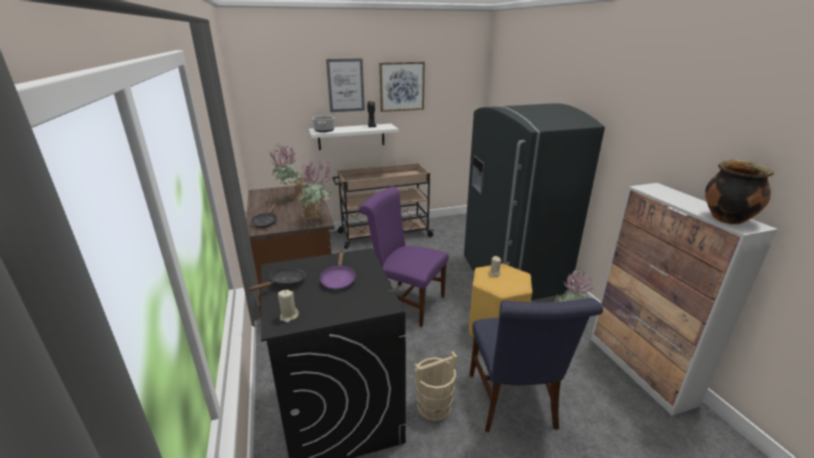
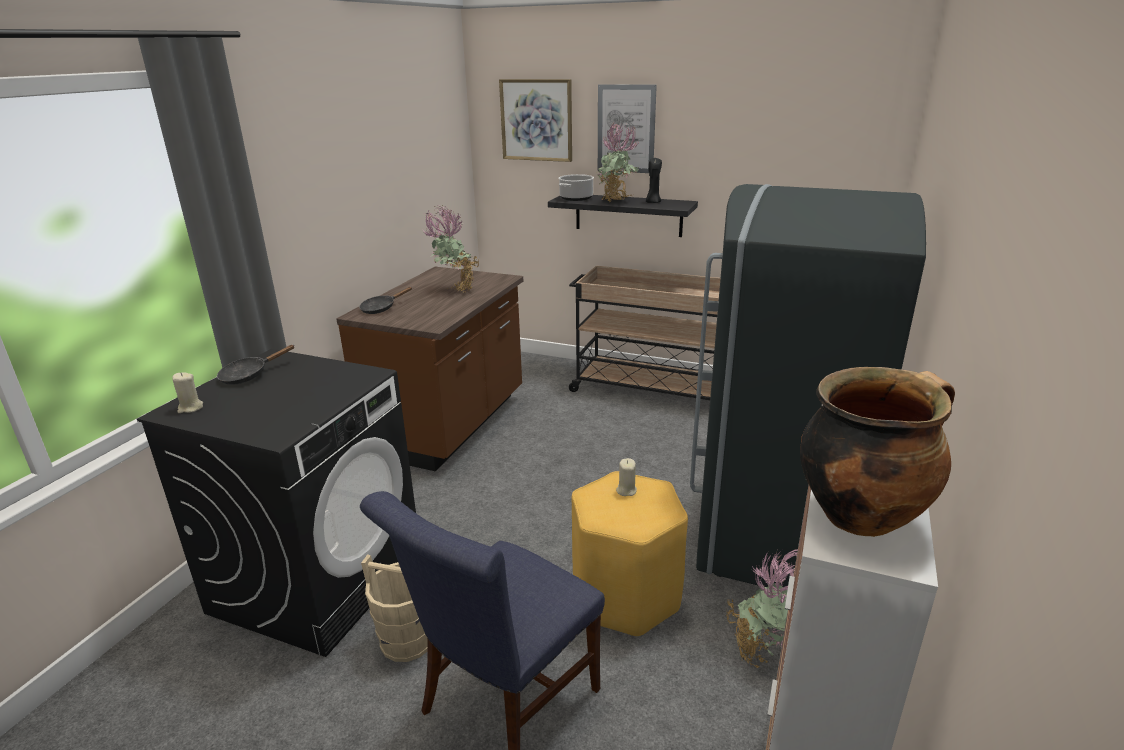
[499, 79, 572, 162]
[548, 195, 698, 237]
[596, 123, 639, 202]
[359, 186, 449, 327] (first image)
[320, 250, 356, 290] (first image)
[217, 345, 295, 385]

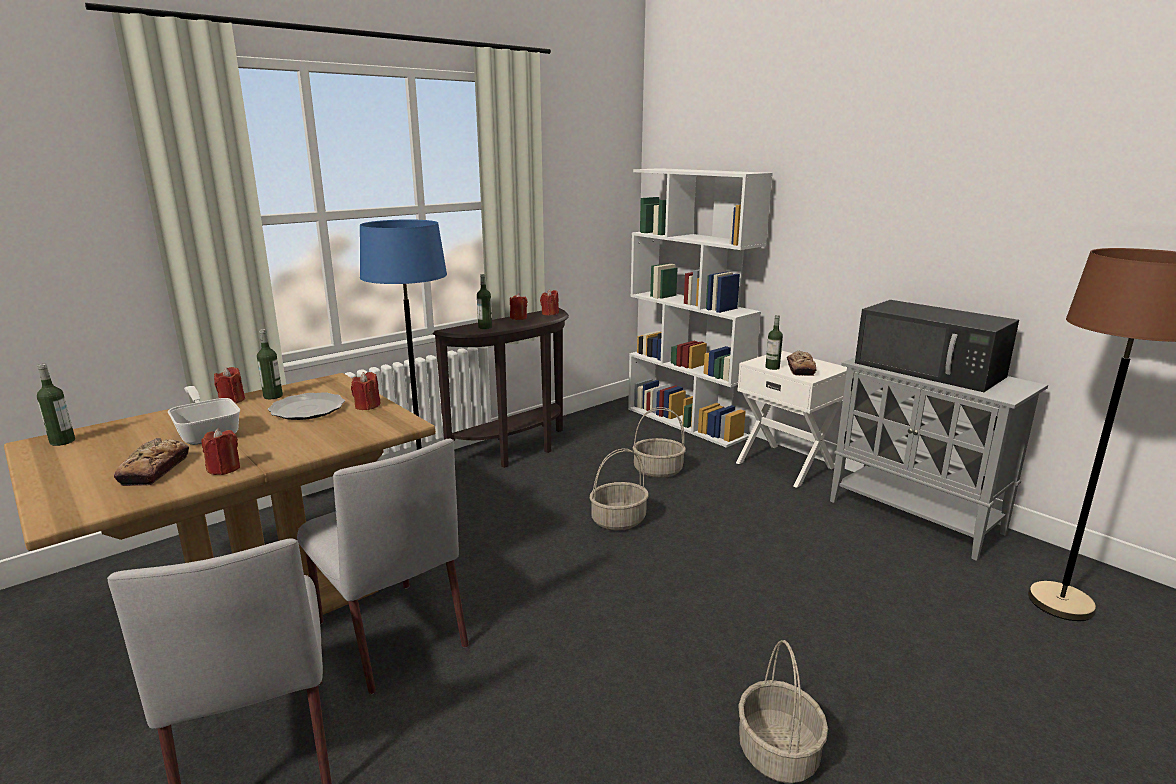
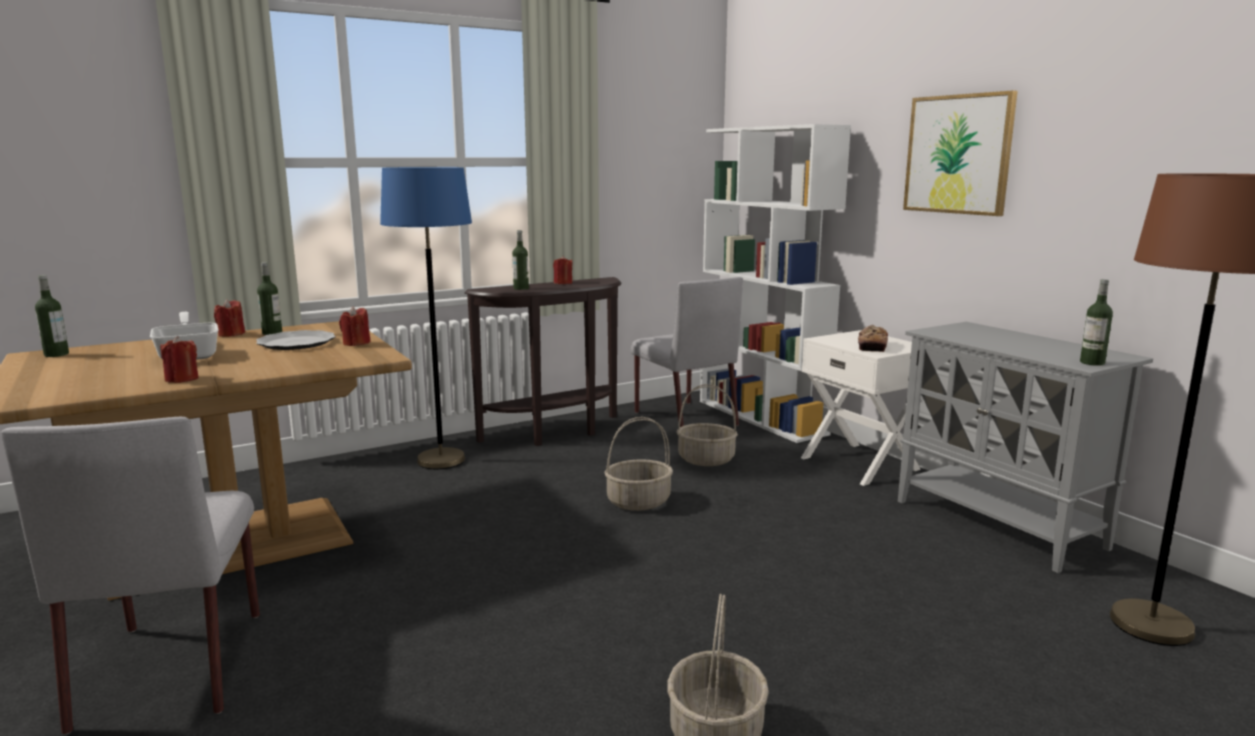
[540, 289, 559, 315] (first image)
[855, 300, 1019, 392] (first image)
[1080, 279, 1113, 366]
[114, 438, 189, 486] (first image)
[631, 277, 743, 427]
[903, 90, 1018, 216]

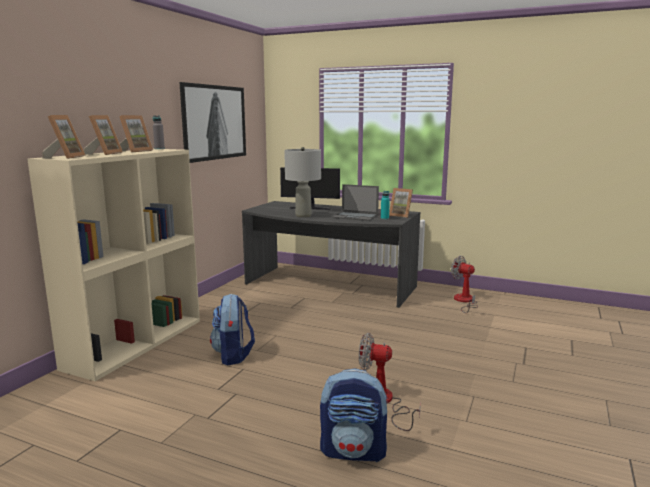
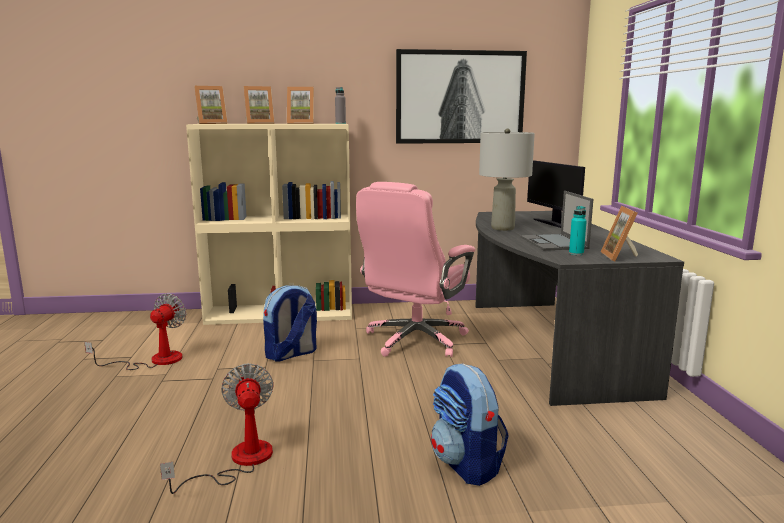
[84, 293, 186, 370]
[431, 364, 509, 486]
[356, 182, 475, 357]

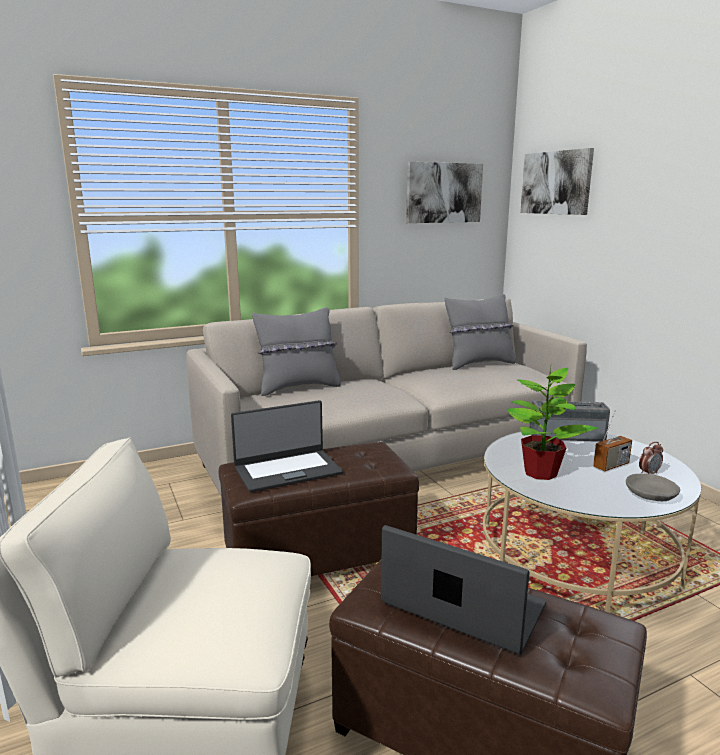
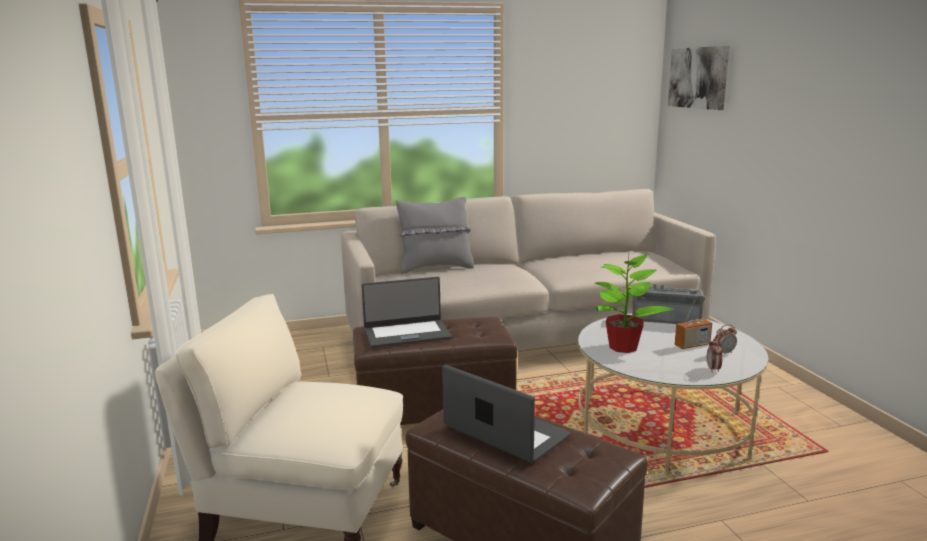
[406, 162, 483, 223] (first image)
[445, 294, 516, 370] (first image)
[707, 338, 722, 372]

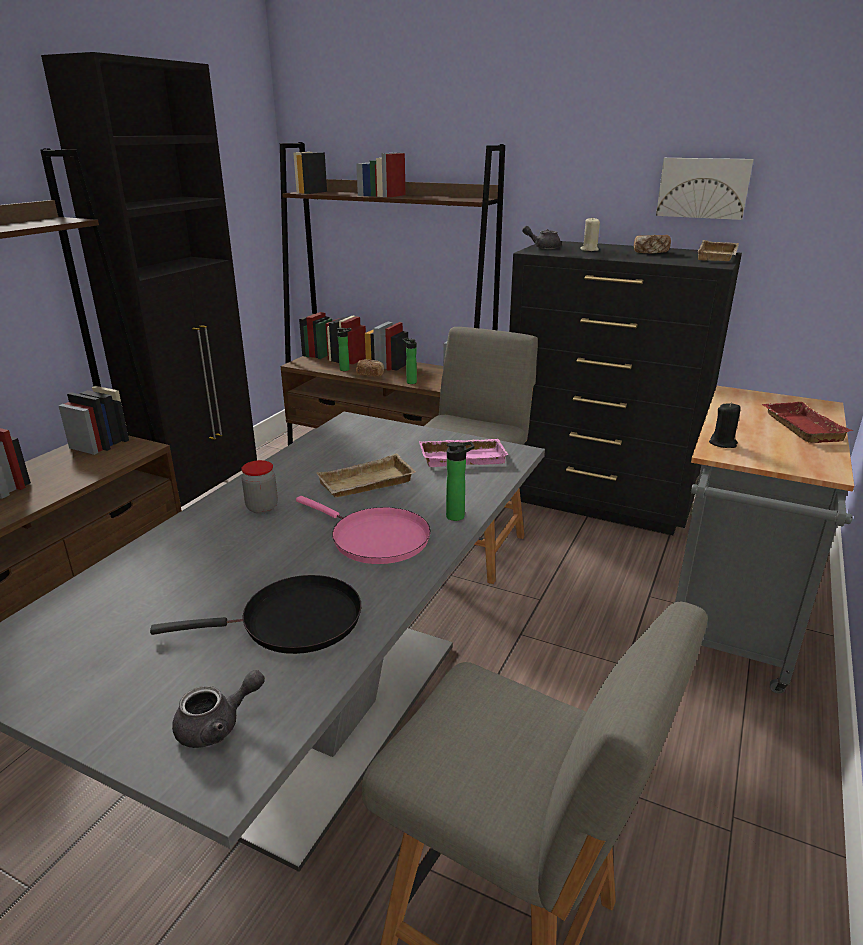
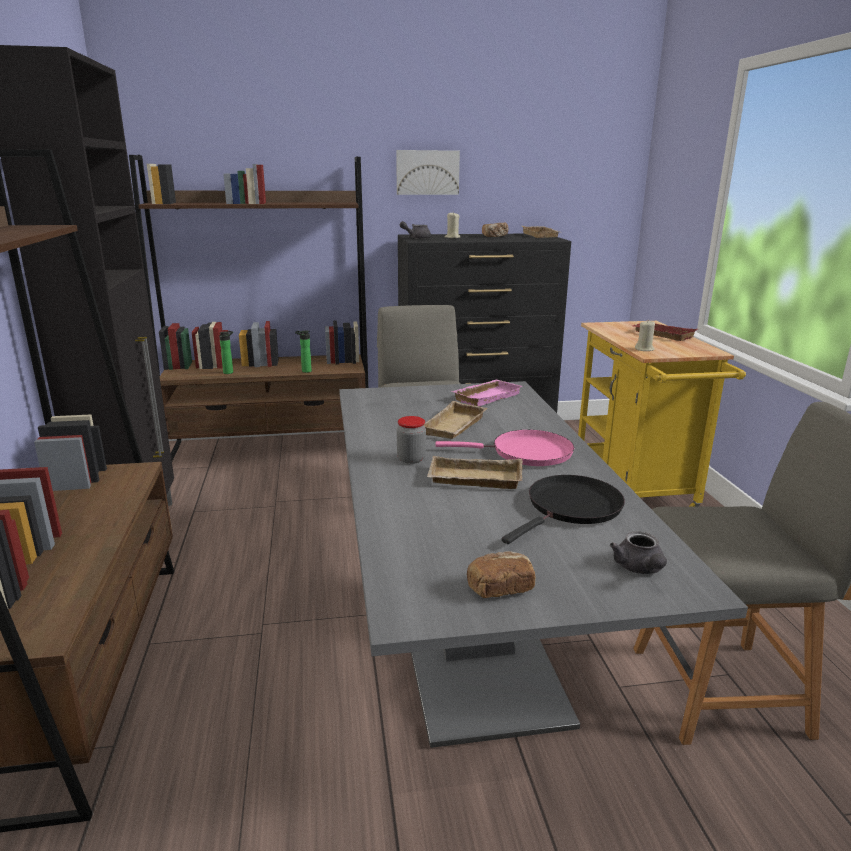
[396, 150, 460, 195]
[467, 551, 535, 598]
[578, 321, 746, 507]
[635, 320, 655, 351]
[446, 441, 475, 521] (first image)
[610, 531, 667, 574]
[427, 456, 523, 489]

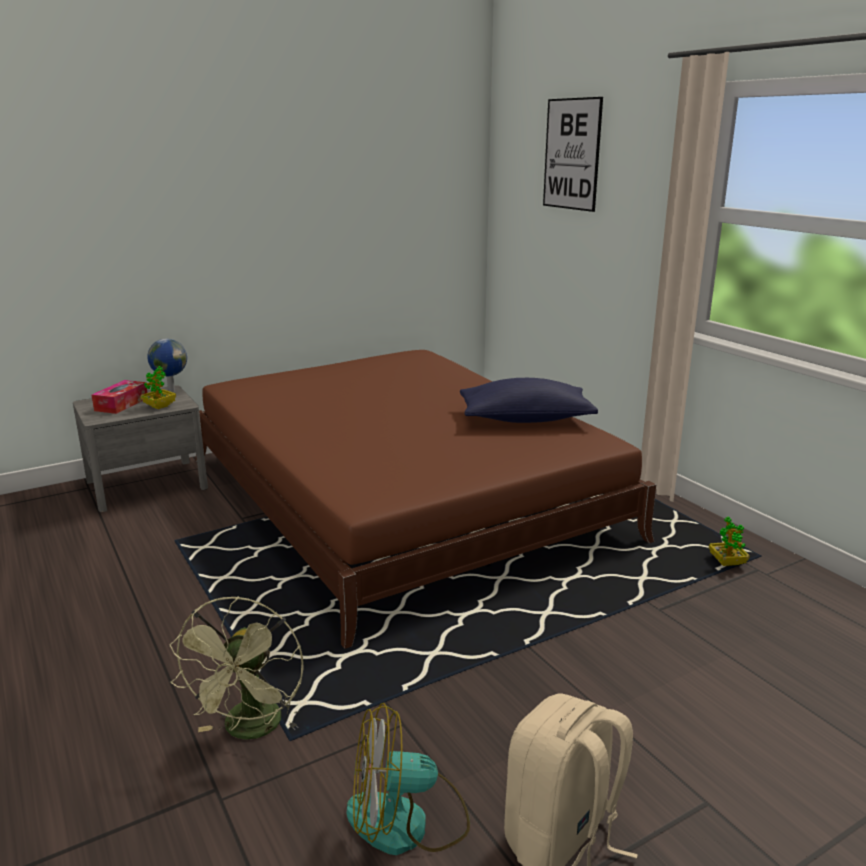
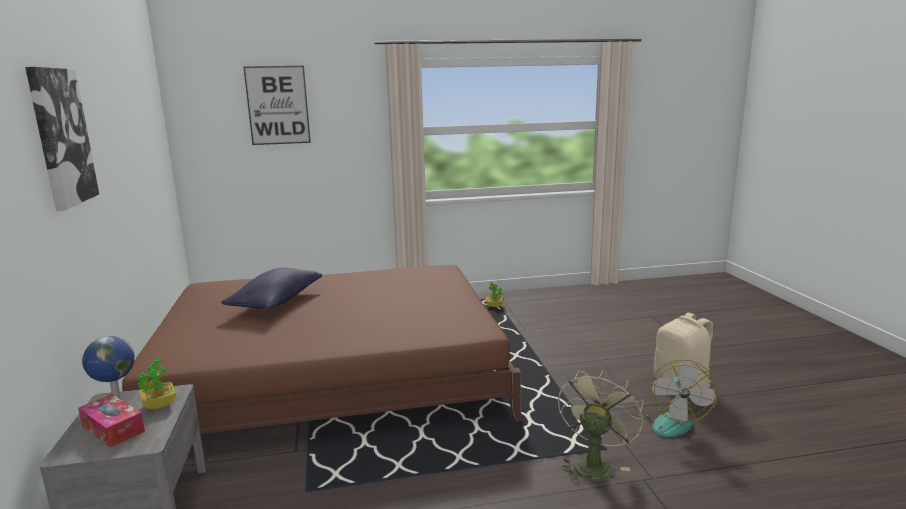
[221, 268, 322, 310]
[558, 369, 643, 484]
[25, 67, 99, 211]

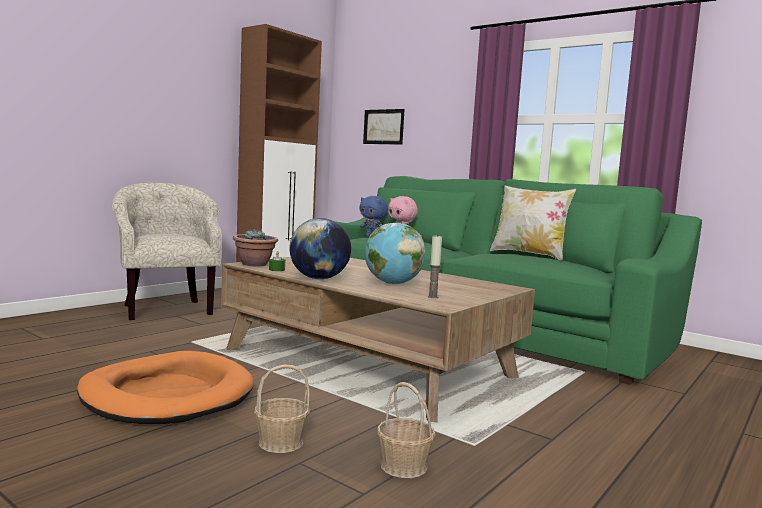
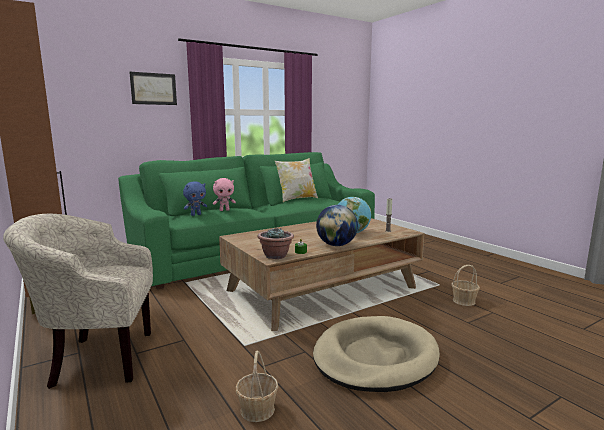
[129, 72, 177, 105]
[313, 316, 440, 392]
[236, 350, 279, 422]

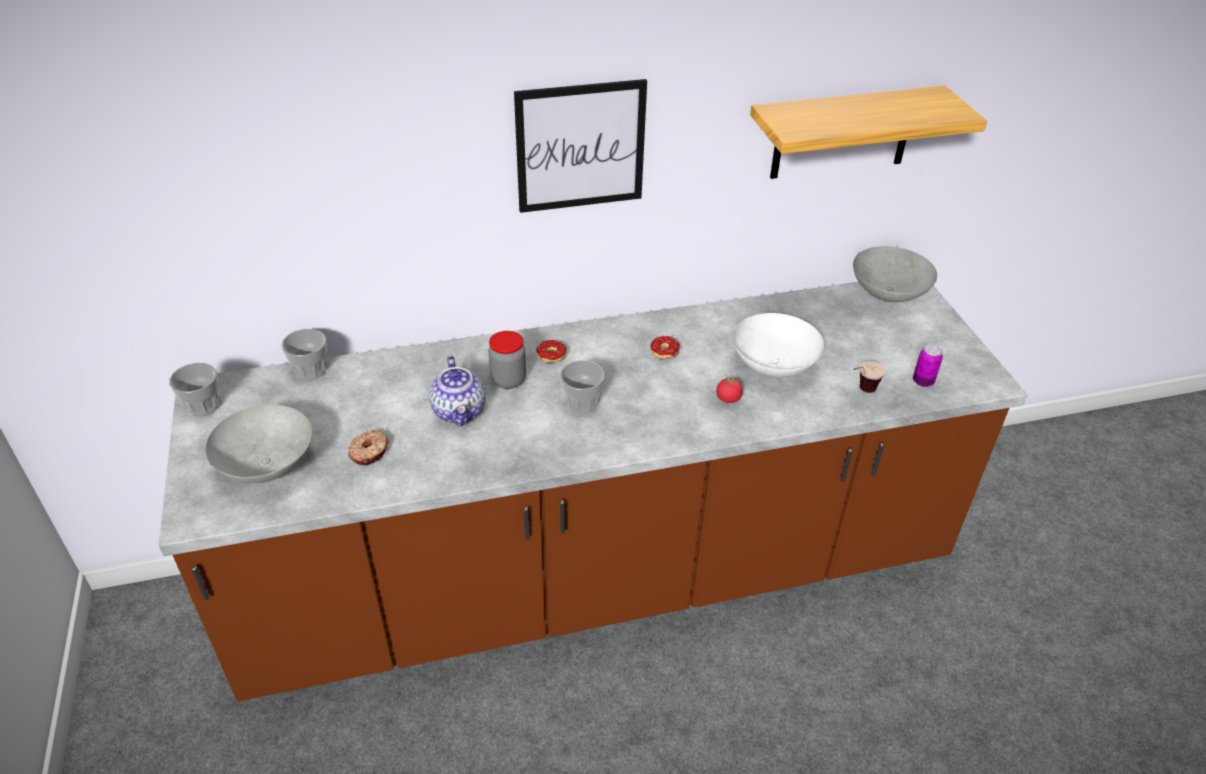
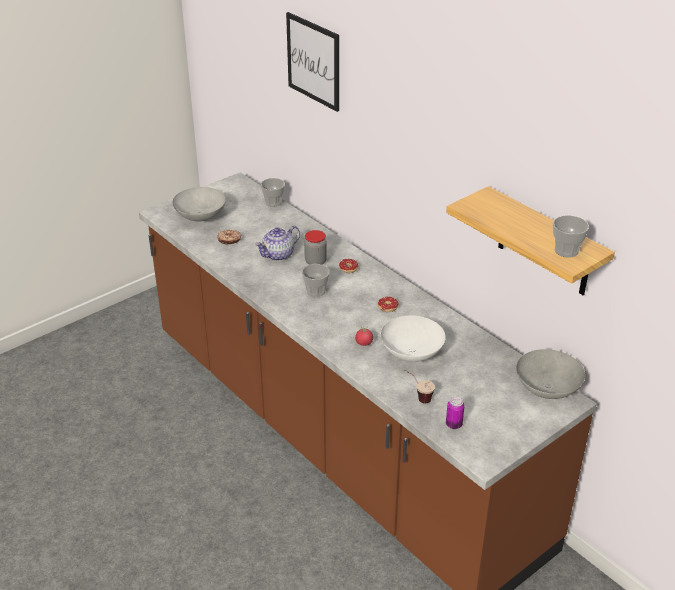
[286, 12, 339, 112]
[553, 215, 589, 257]

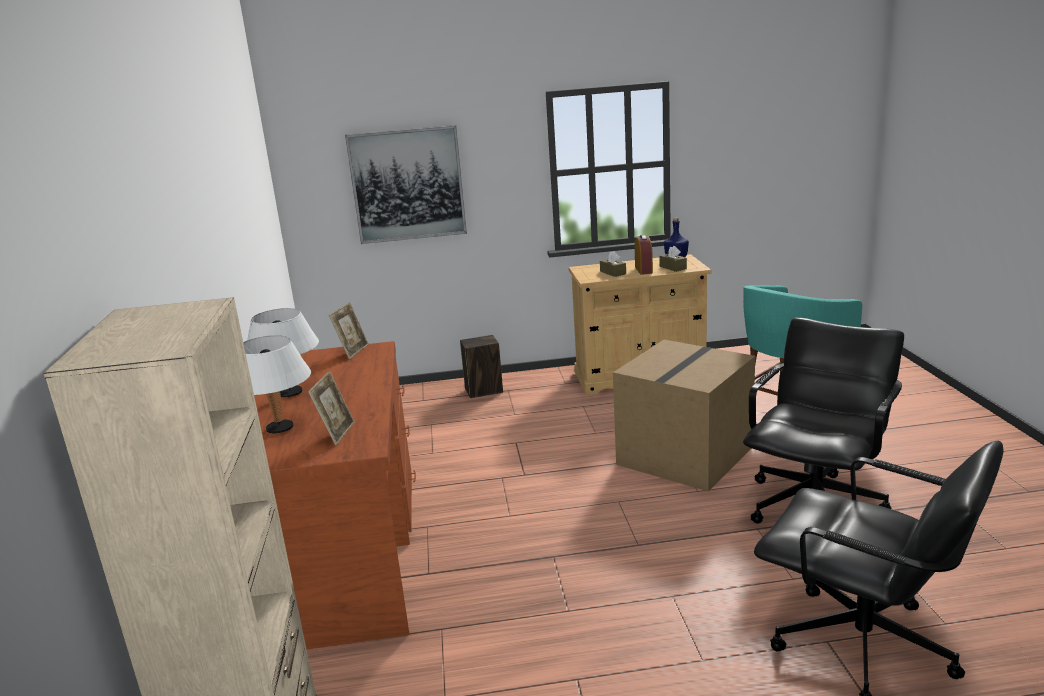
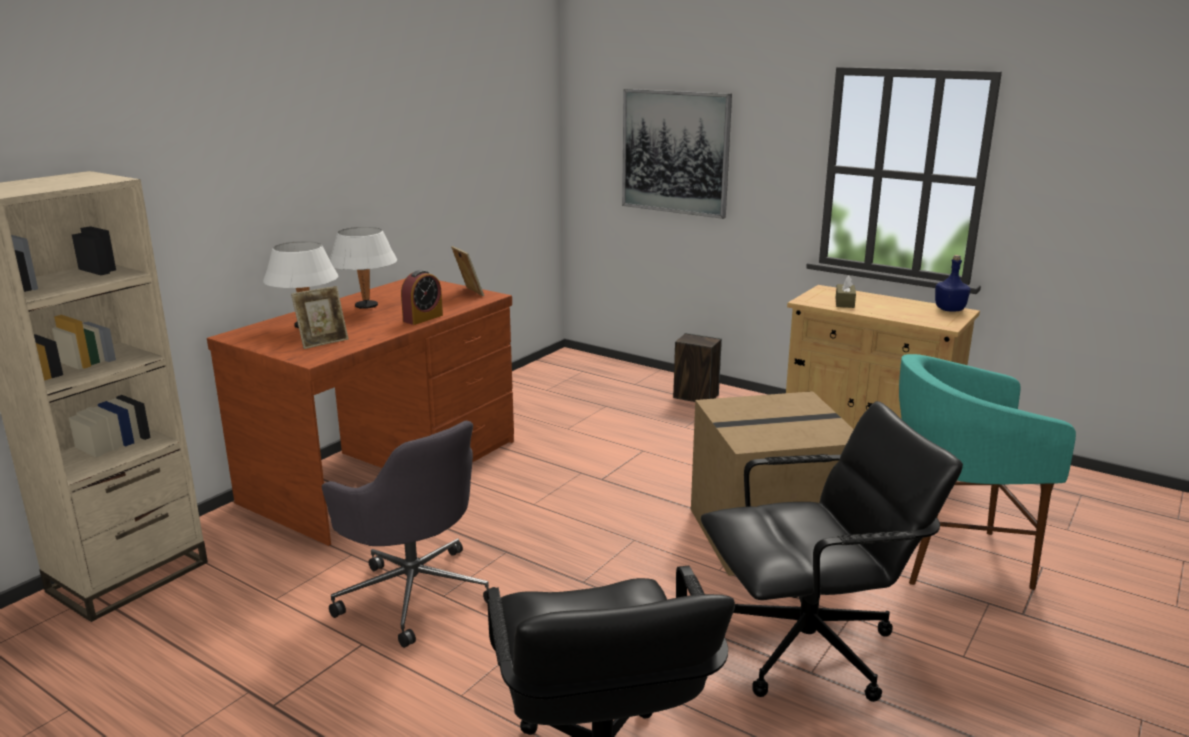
[401, 270, 443, 325]
[659, 246, 687, 272] (first image)
[451, 246, 484, 296]
[322, 421, 496, 648]

